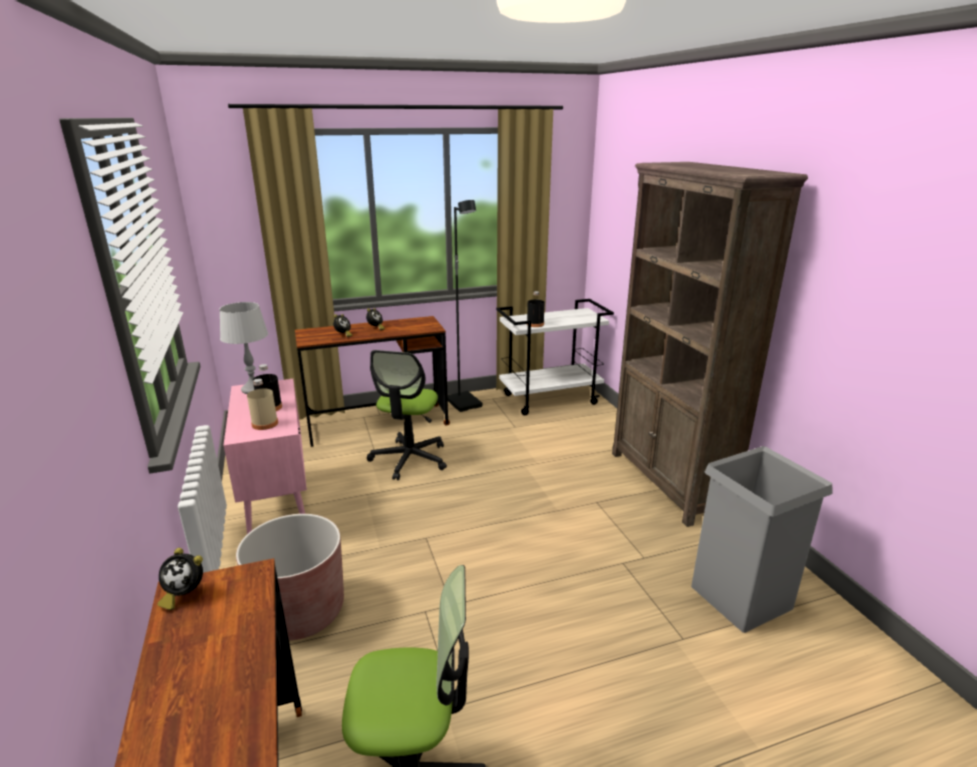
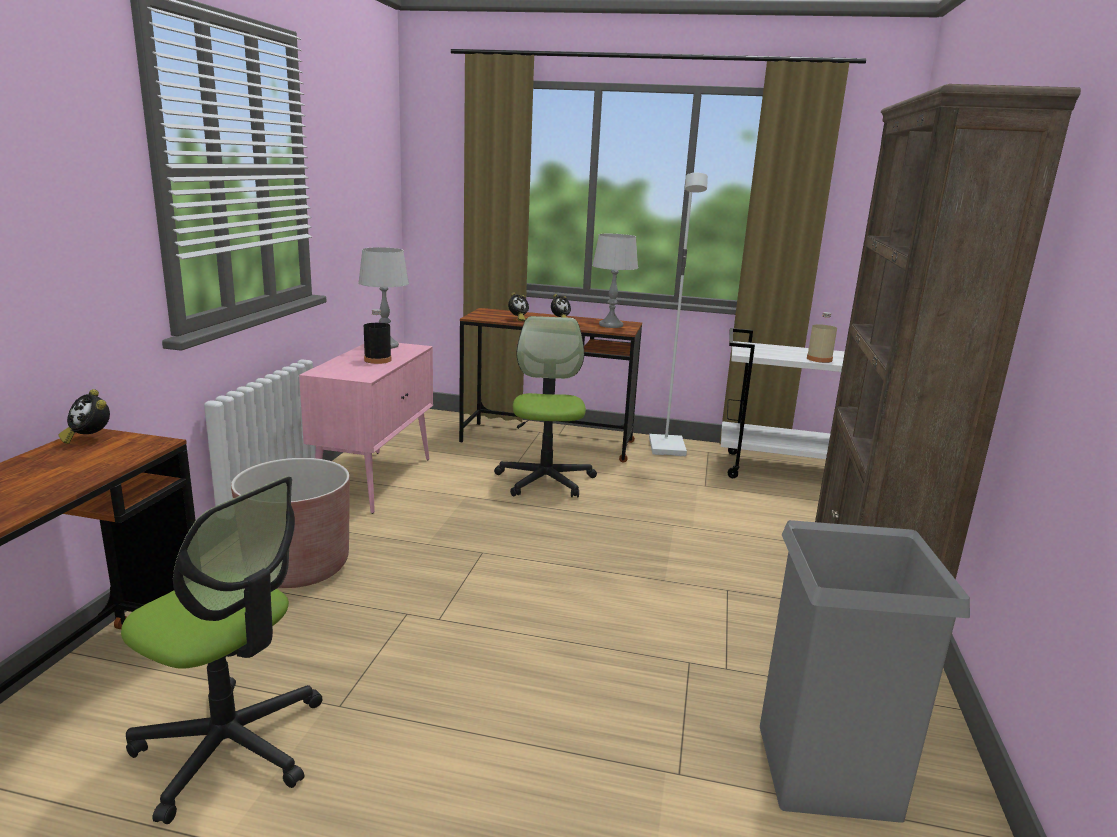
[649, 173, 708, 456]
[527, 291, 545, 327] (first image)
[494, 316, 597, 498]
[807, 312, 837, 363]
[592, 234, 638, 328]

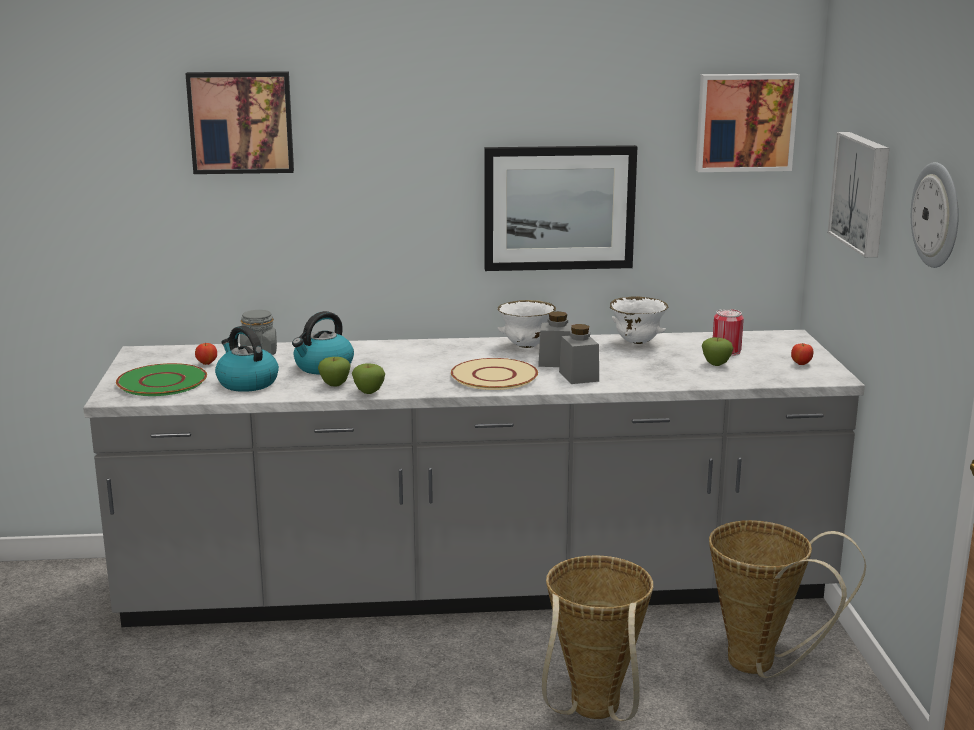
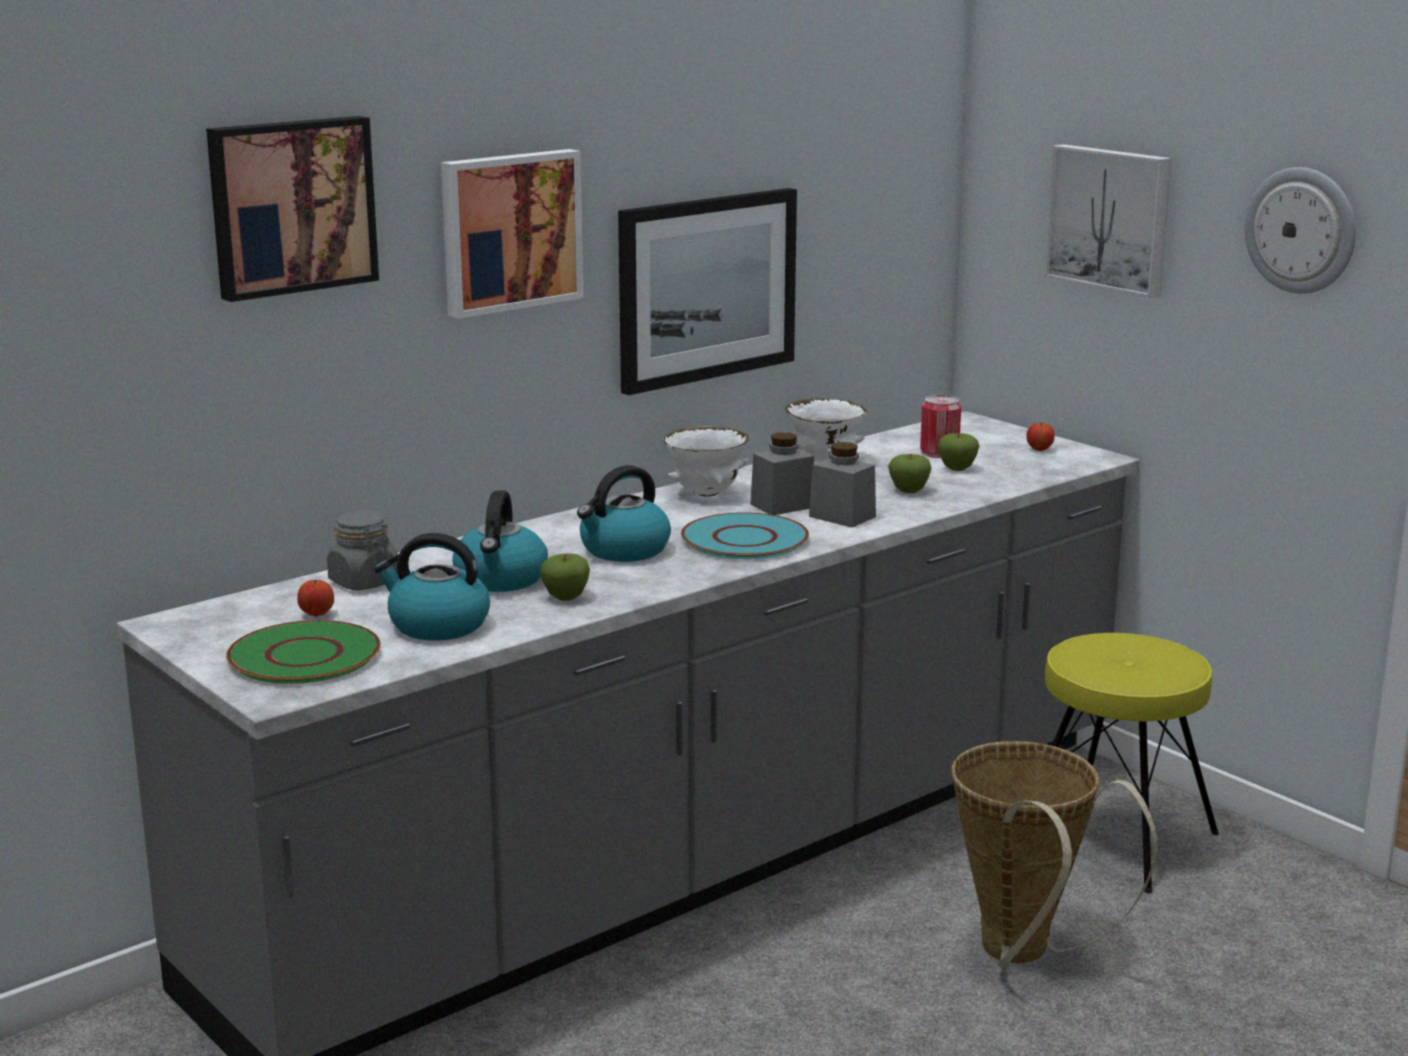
[441, 149, 584, 319]
[681, 512, 809, 559]
[888, 454, 932, 493]
[1045, 633, 1219, 894]
[577, 465, 671, 562]

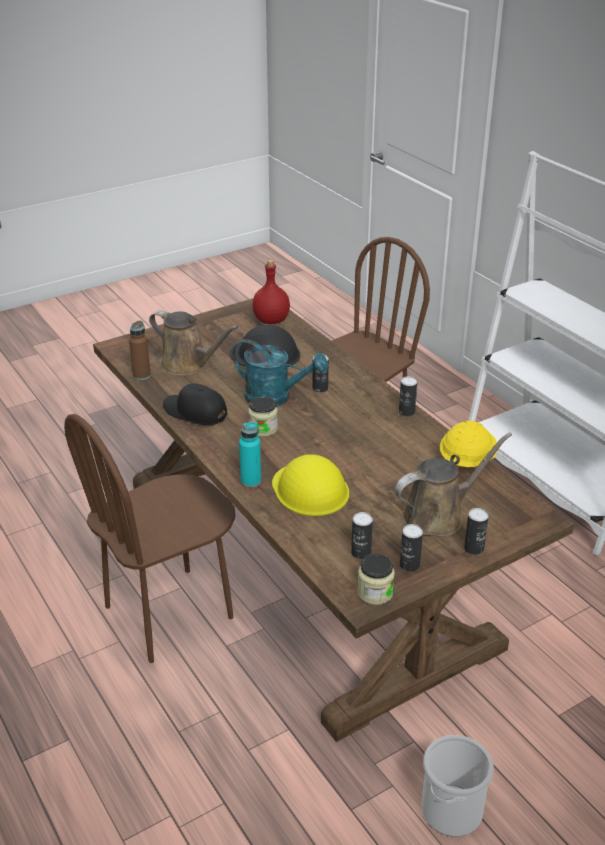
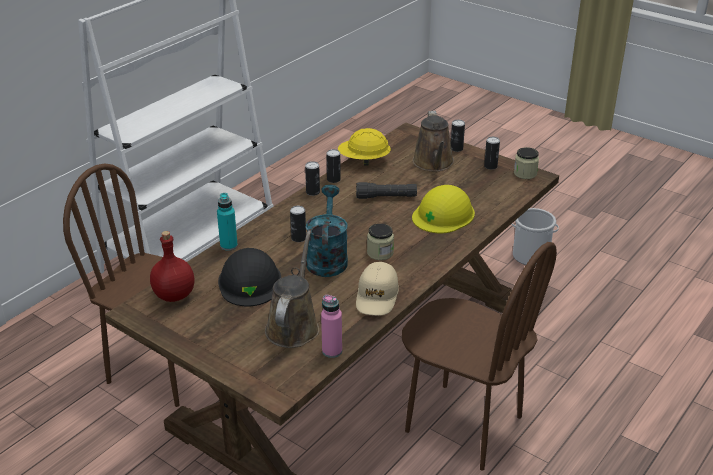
[321, 295, 342, 358]
[356, 262, 399, 316]
[217, 193, 238, 251]
[412, 111, 454, 171]
[326, 149, 341, 183]
[356, 182, 417, 199]

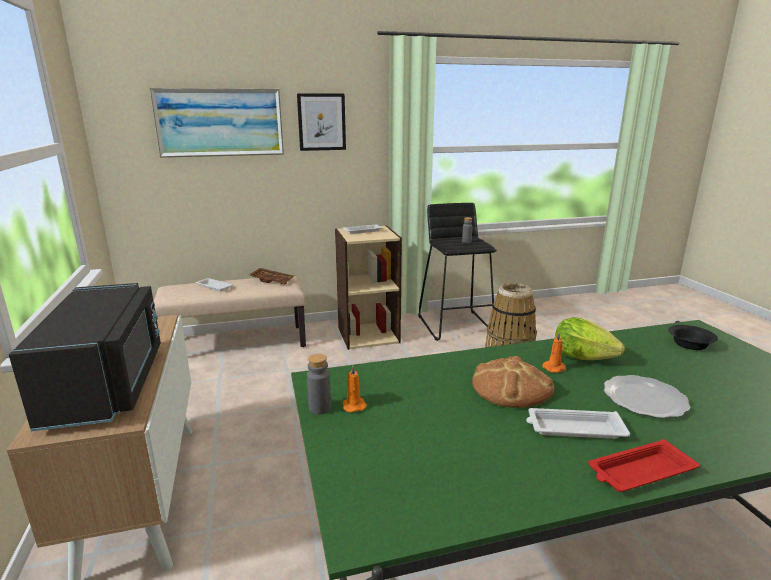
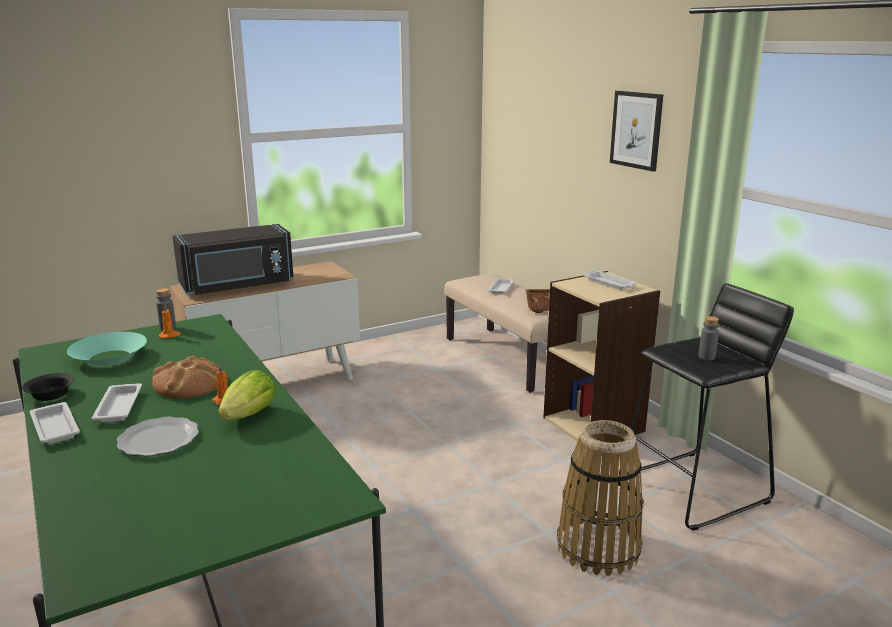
[149, 88, 284, 158] (first image)
[22, 373, 74, 401]
[30, 402, 80, 444]
[67, 332, 147, 366]

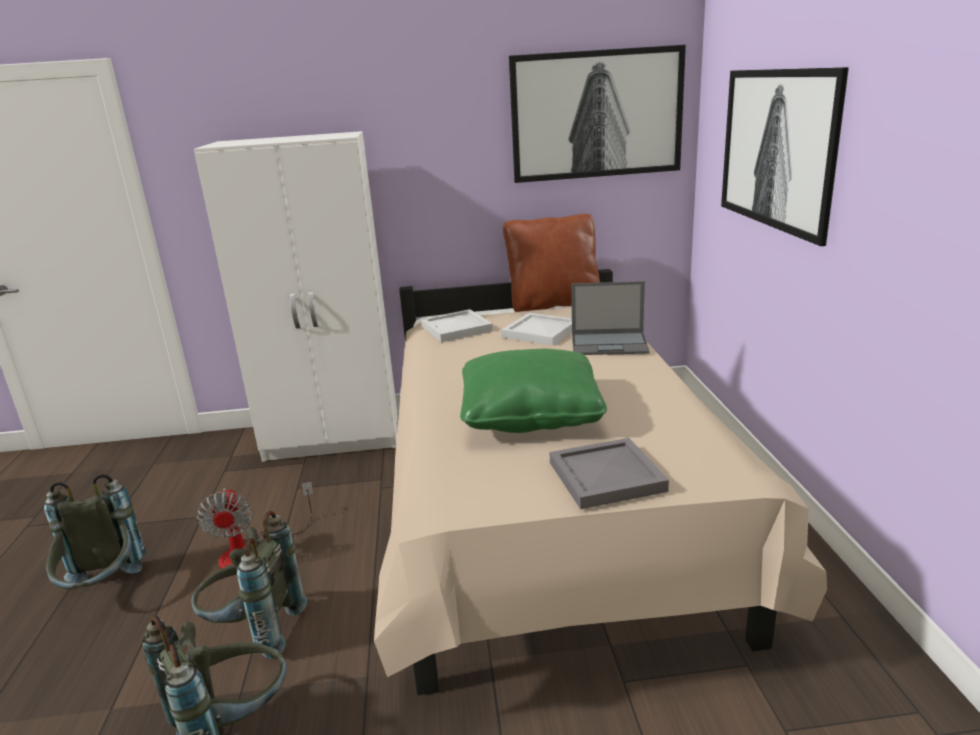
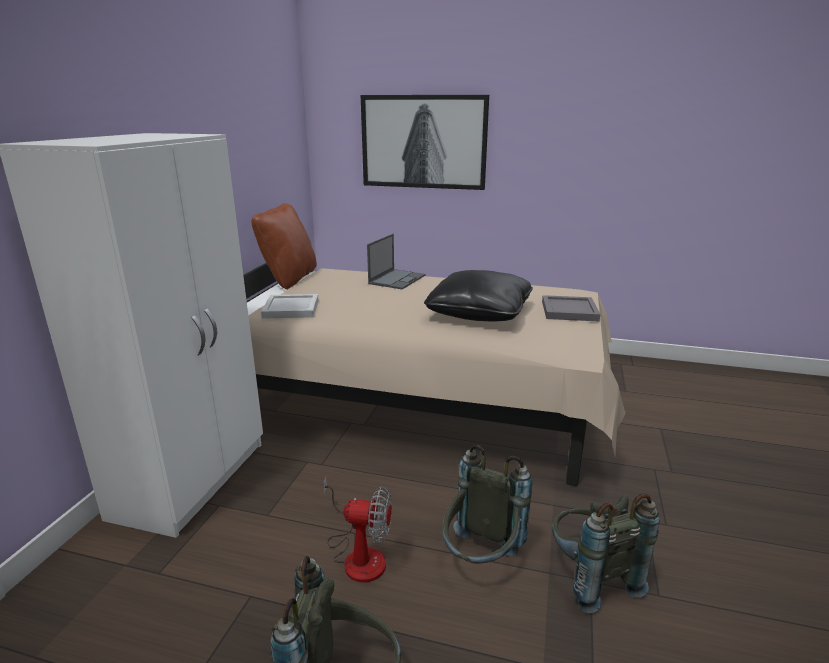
[509, 45, 686, 183] (first image)
[501, 313, 572, 346] (first image)
[424, 270, 533, 322]

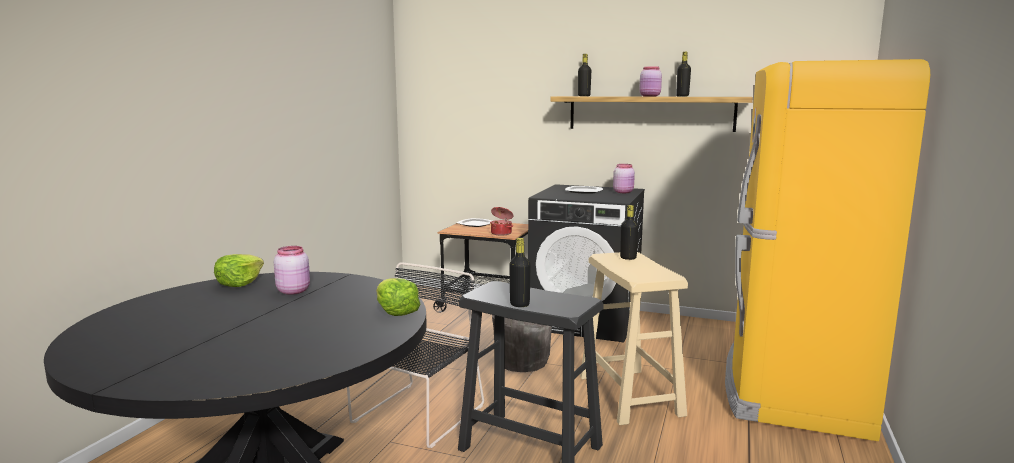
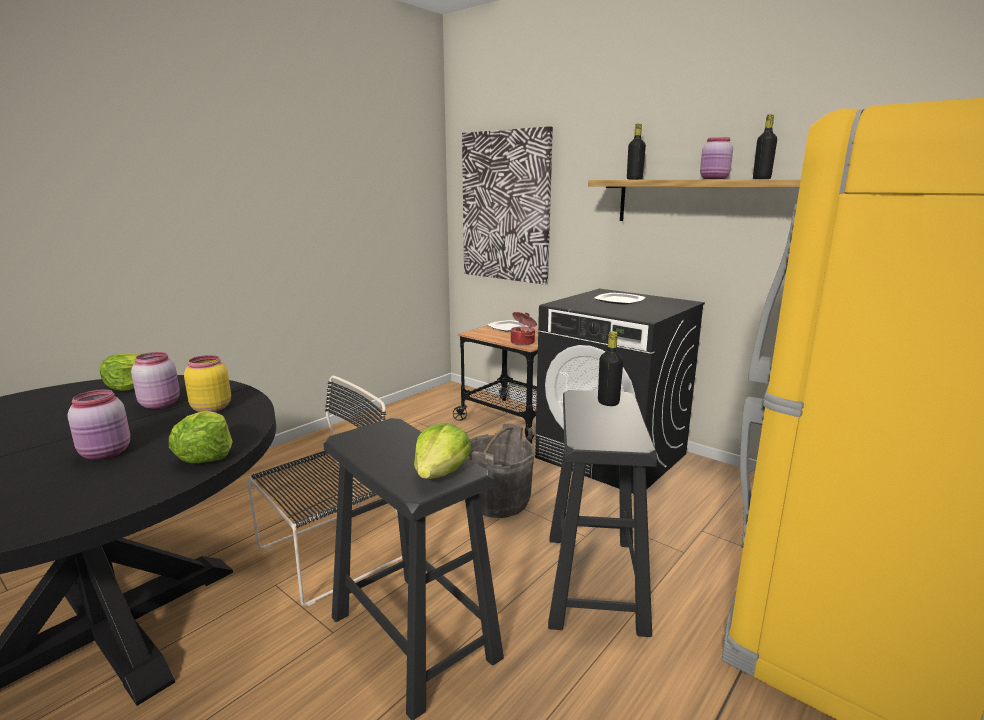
[68, 389, 130, 460]
[509, 238, 531, 307] (first image)
[548, 390, 657, 637]
[462, 126, 553, 285]
[184, 355, 231, 412]
[414, 423, 472, 479]

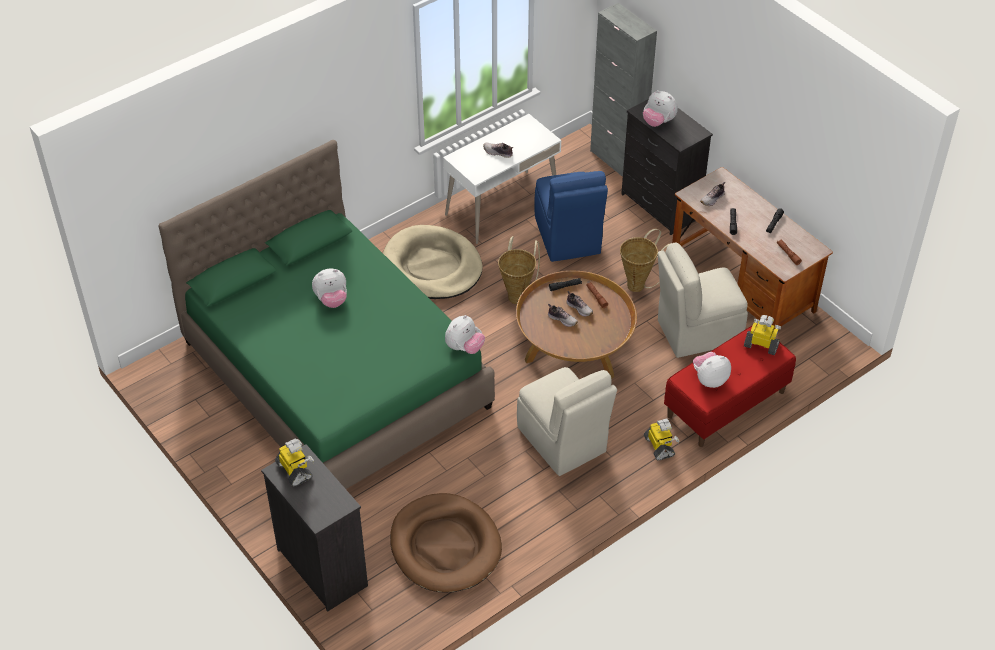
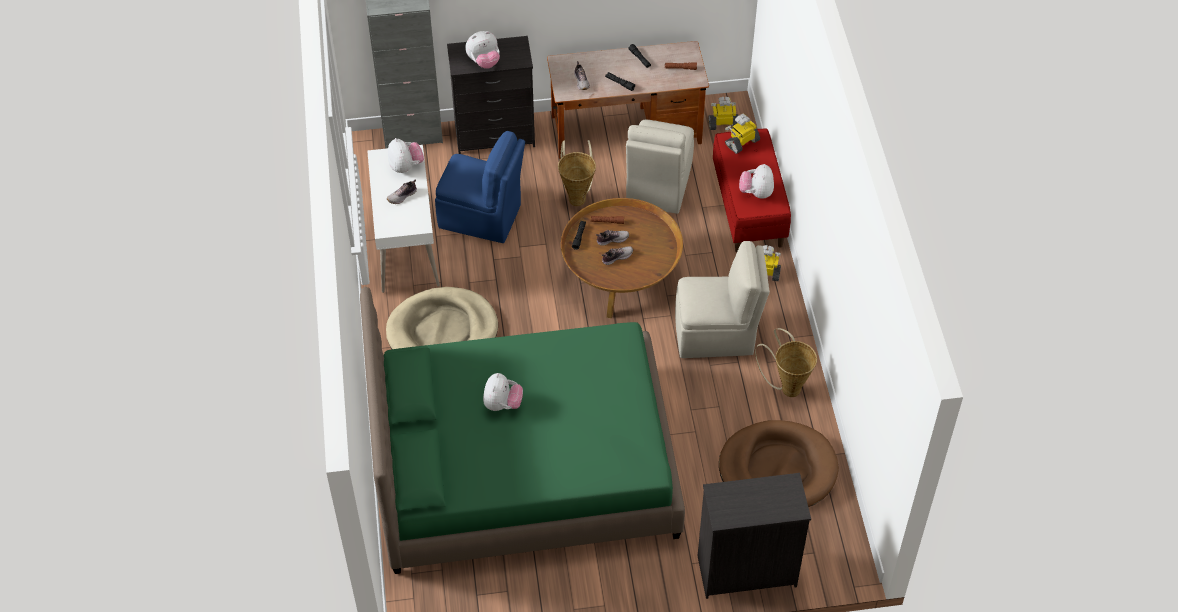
[755, 328, 817, 397]
[388, 138, 424, 173]
[708, 97, 739, 130]

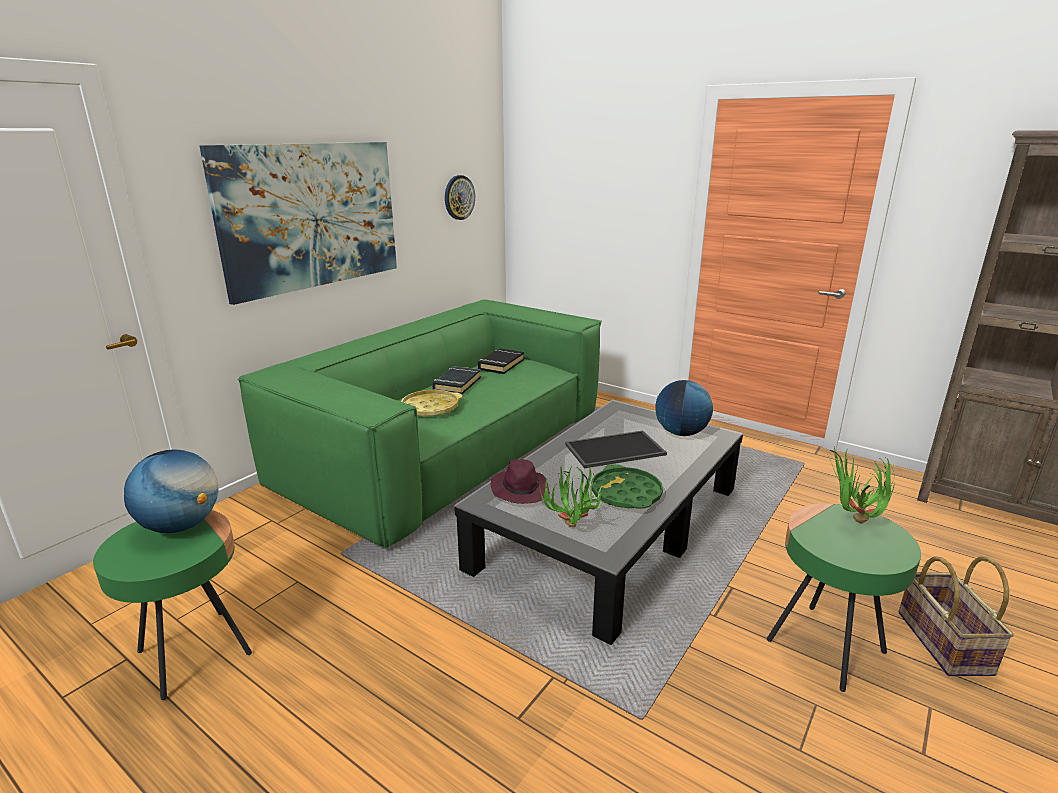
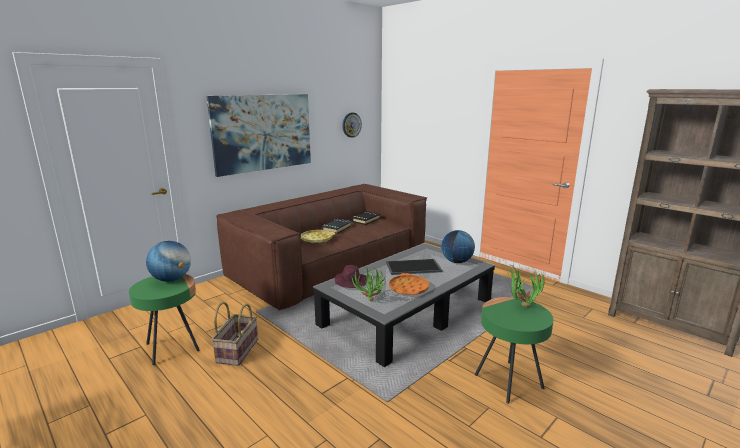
[216, 184, 427, 311]
[389, 273, 429, 295]
[211, 302, 258, 366]

